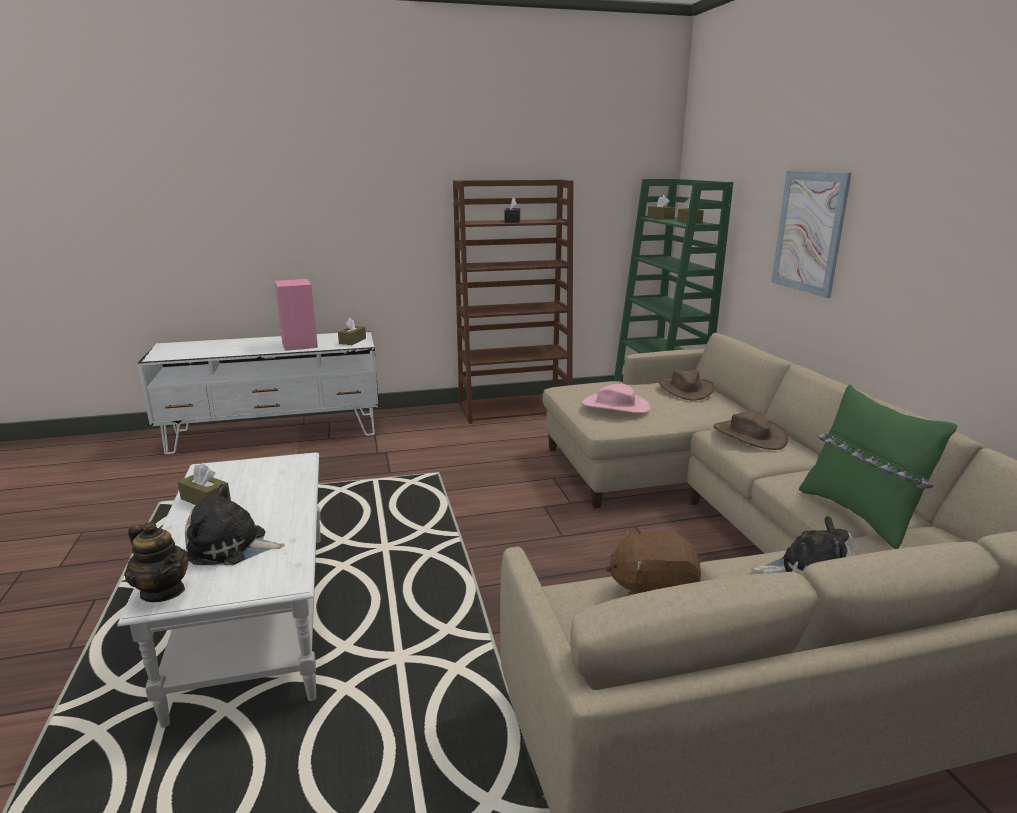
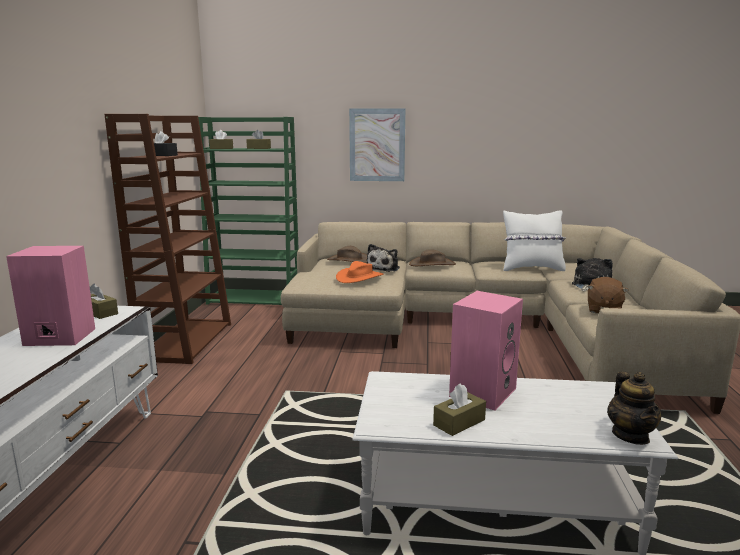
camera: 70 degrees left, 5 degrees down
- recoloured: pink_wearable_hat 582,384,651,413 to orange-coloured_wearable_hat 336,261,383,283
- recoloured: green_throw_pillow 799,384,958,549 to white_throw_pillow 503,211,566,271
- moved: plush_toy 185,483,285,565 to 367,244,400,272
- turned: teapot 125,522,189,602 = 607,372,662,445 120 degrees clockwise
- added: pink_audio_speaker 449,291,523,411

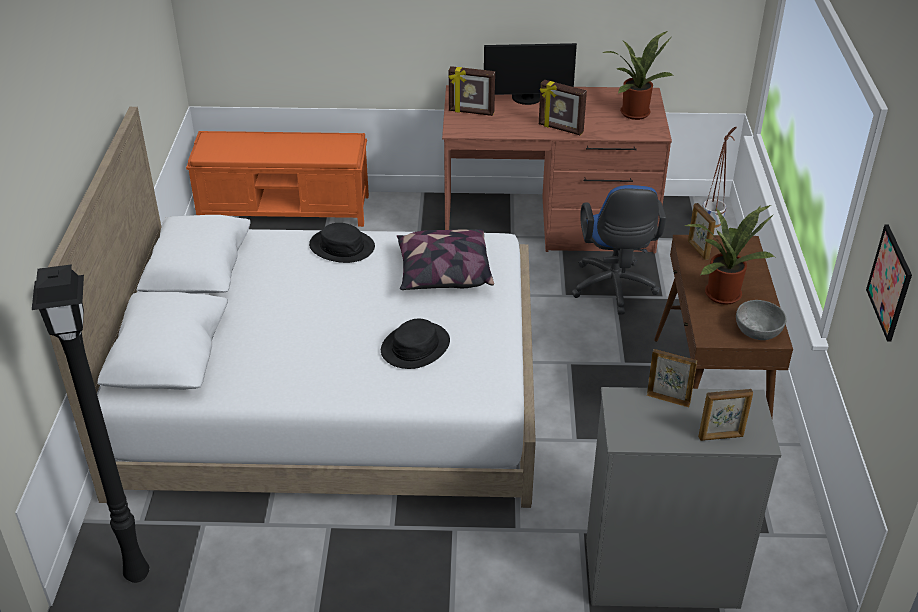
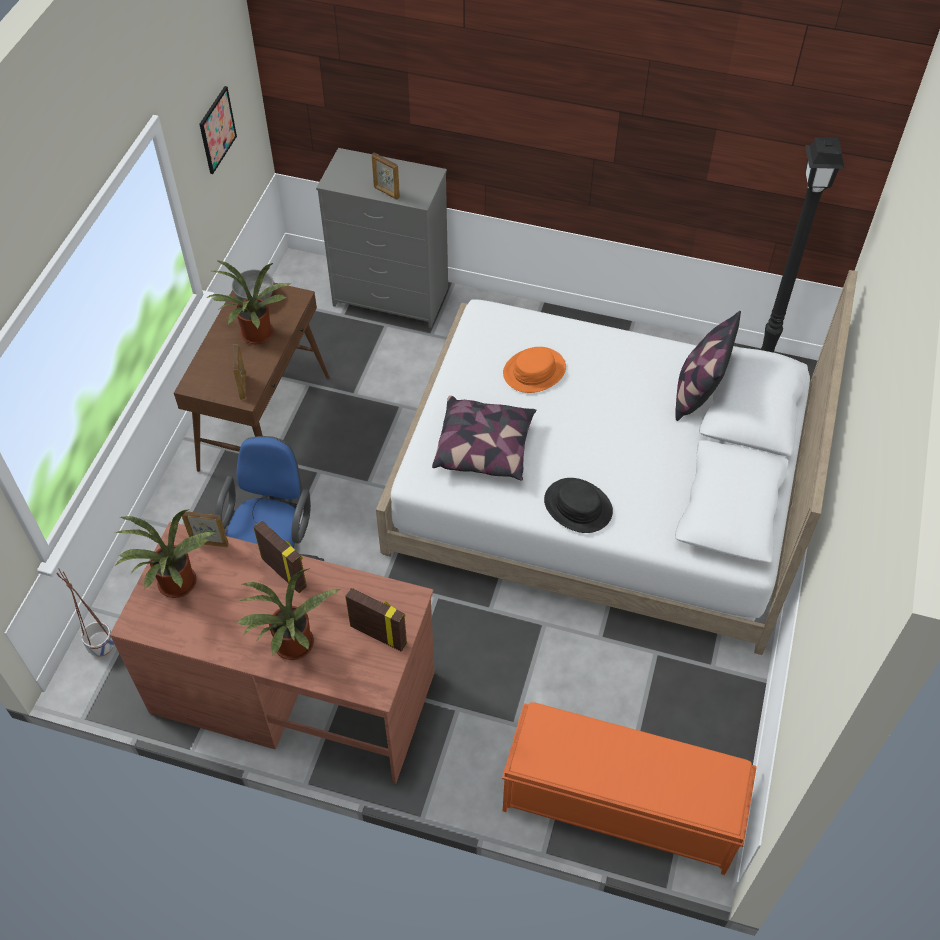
camera: 165 degrees left, 15 degrees up
- replaced: monitor 484,43,577,105 to houseplant 237,568,342,660
- recoloured: blackish_wearable_hat 381,319,450,369 to orange-coloured_wearable_hat 503,347,566,393
- moved: picture_frame 698,389,753,441 to 182,511,229,548
- added: throw_pillow 675,311,741,421

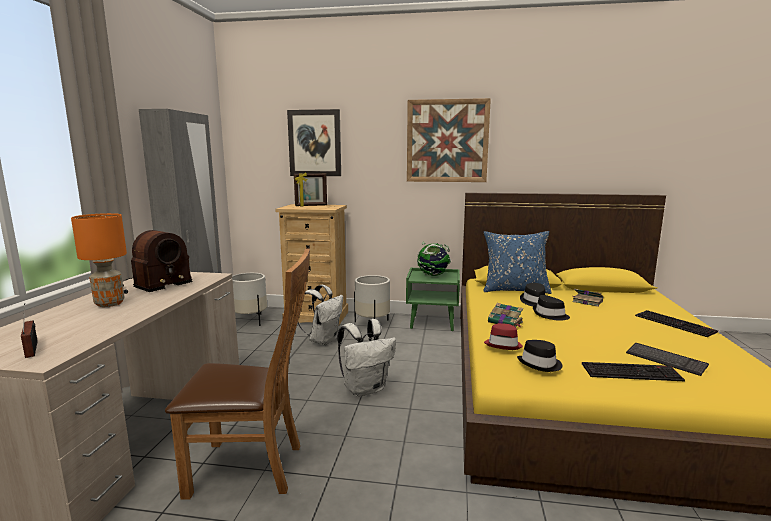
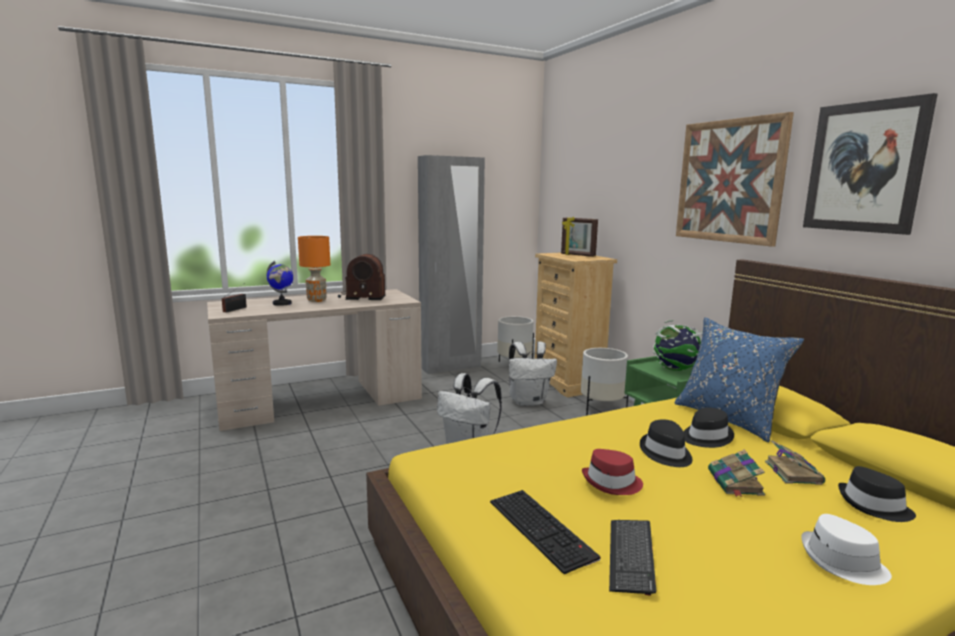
camera: 55 degrees right, 0 degrees up
- moved: picture 287,109,341,176 to 803,93,938,235
- removed: brownish_upright_chair 165,248,310,499
- moved: bound_book 488,303,523,327 to 708,450,765,497
- replaced: computer_keyboard 635,310,718,337 to white_wearable_hat 801,514,892,585
- moved: red_wearable_hat 484,323,523,350 to 582,449,643,495
- moved: blackish_wearable_hat 517,340,562,372 to 838,466,916,522
- added: globe 267,261,293,306

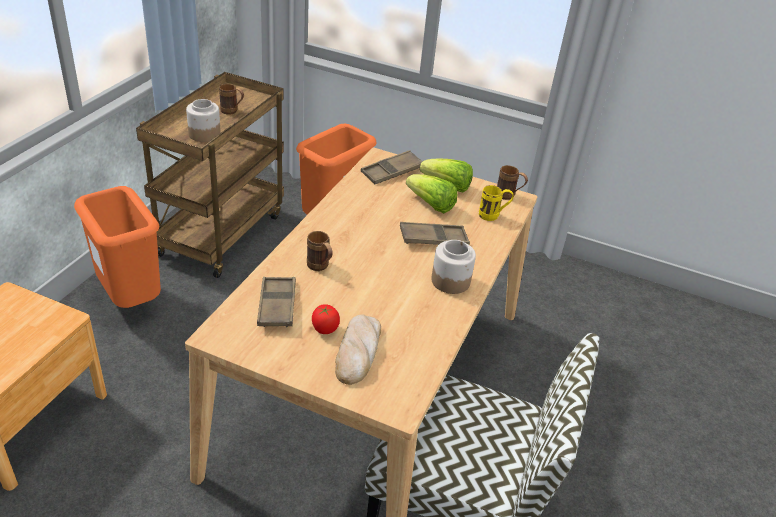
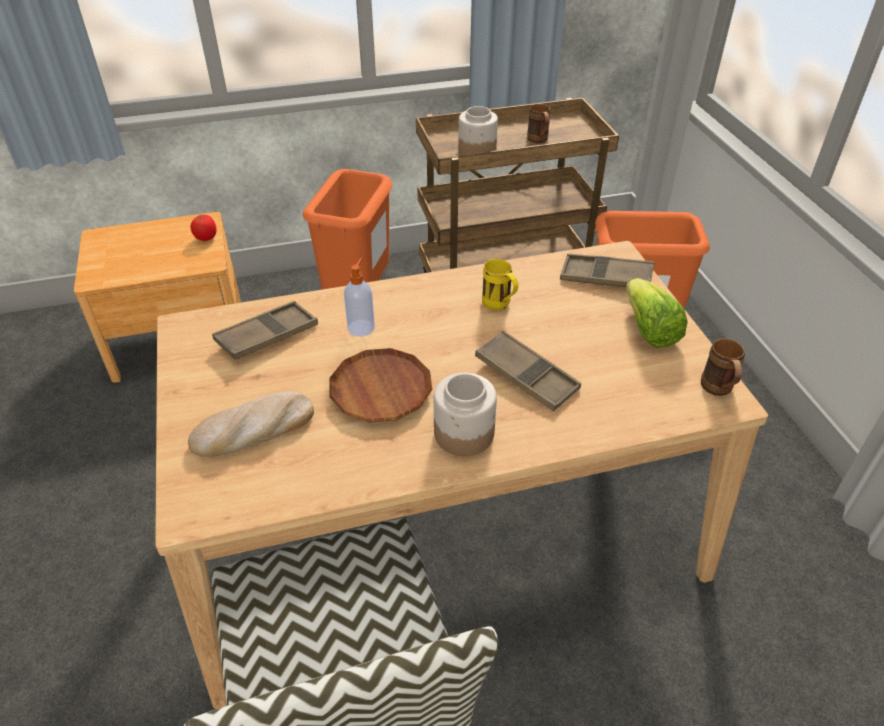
camera: 55 degrees right, 5 degrees up
- removed: head_of_lettuce 406,174,457,213
- moved: yellow_coffee_mug 479,185,514,221 to 482,259,518,311
- replaced: brownish_coffee_mug 307,231,333,271 to soap_dispenser 344,258,375,337
- moved: fresh_tomato 312,304,340,334 to 190,215,216,241
- added: brownish_flat_dish 329,348,432,423

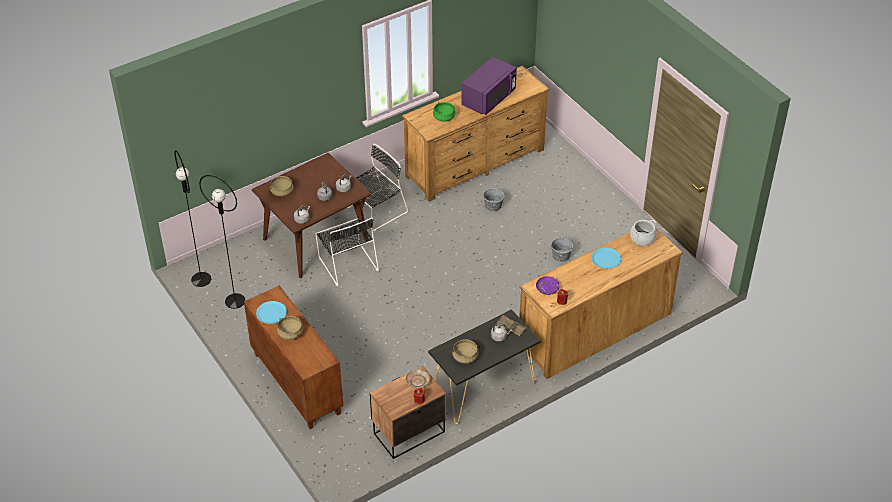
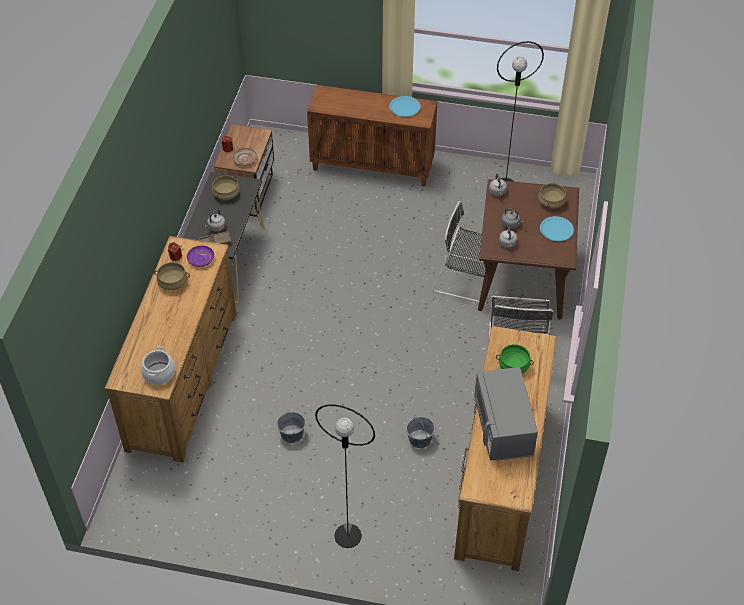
camera: 135 degrees right, 5 degrees up
- recoloured: purple_microwave_oven 461,57,517,115 to gray_microwave_oven 474,367,538,461
- moved: blackish_standing_lamp 174,150,211,287 to 315,405,375,548
- moved: bluish_flat_dish 591,247,621,269 to 540,216,574,241
- moved: sand-coloured_saucepot 277,316,303,340 to 154,262,190,290

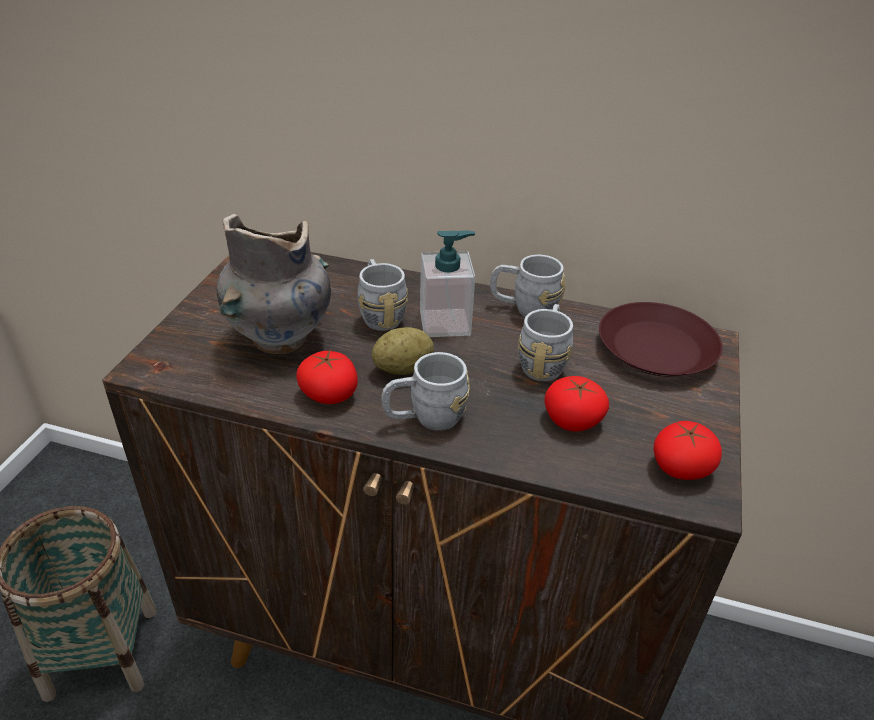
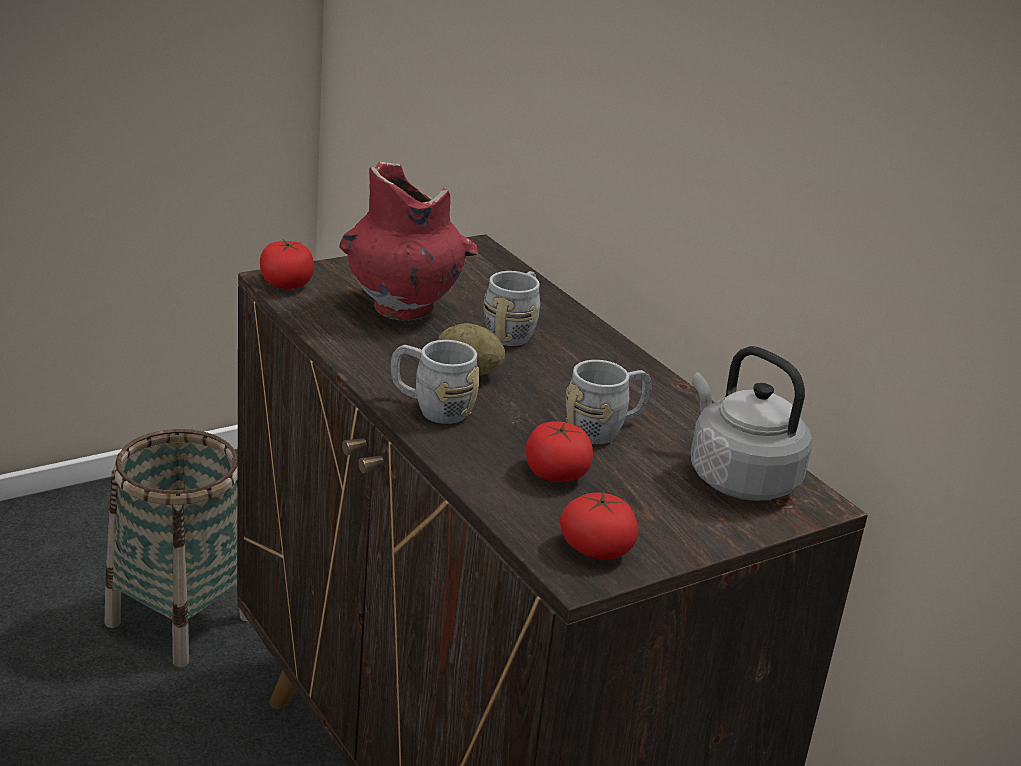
camera: 40 degrees right, 10 degrees down
- recoloured: gray_decorative_vase 216,214,331,354 to red_decorative_vase 339,161,478,320
- removed: soap_dispenser 420,230,475,337
- removed: gray_coffee_mug 490,255,565,317
- replaced: brownish_flat_dish 599,302,723,377 to gray_tea_kettle 691,346,812,501
- moved: fresh_tomato 296,350,358,404 to 260,240,314,289

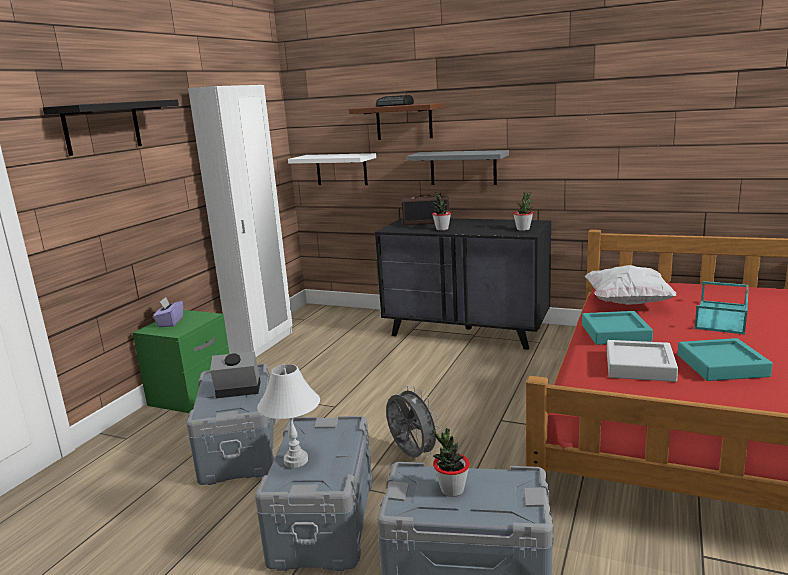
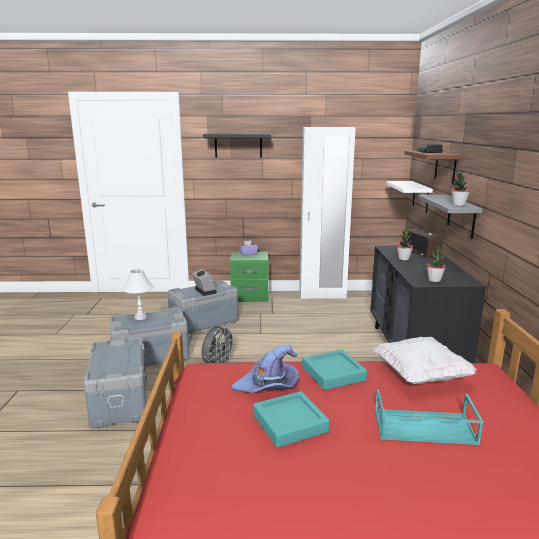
camera: 65 degrees right, 0 degrees up
- replaced: gray_carrying_tray 607,340,678,382 to purple_wearable_hat 231,345,299,393
- moved: houseplant 432,428,470,497 to 451,170,470,206

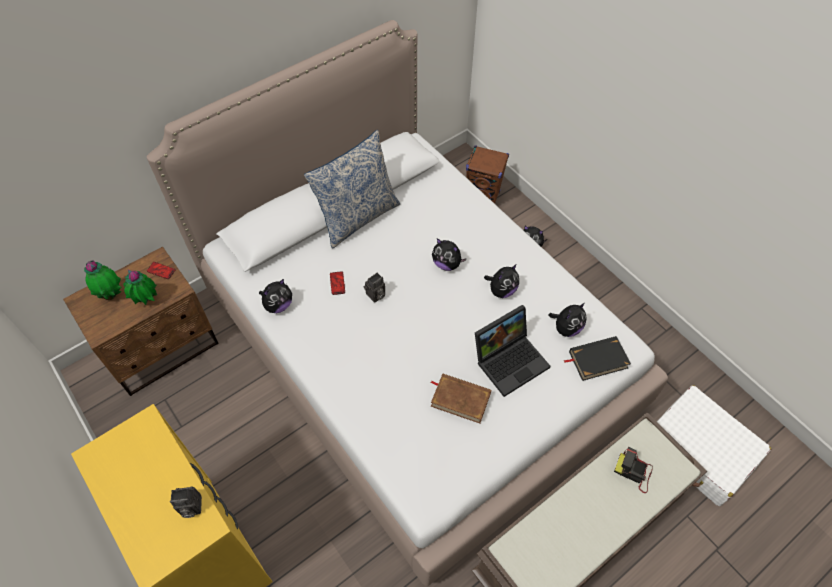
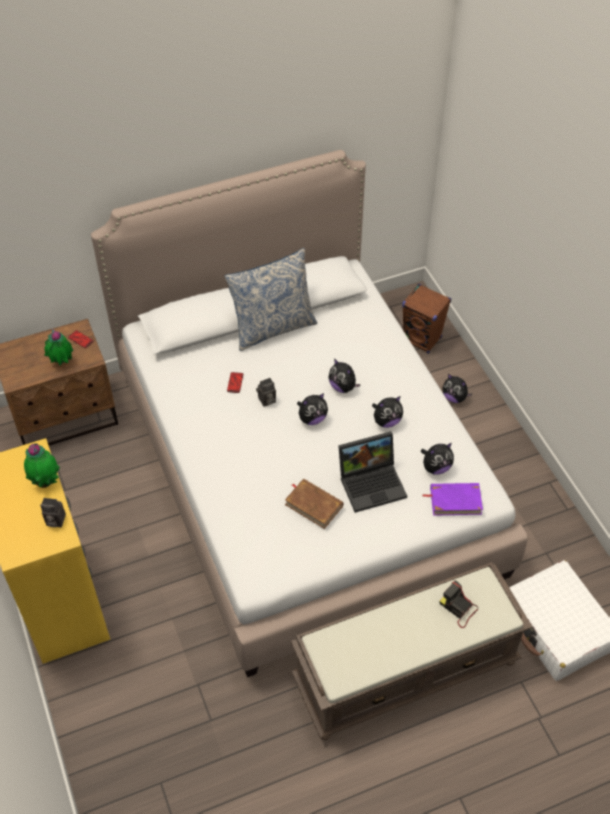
camera: 15 degrees right, 5 degrees down
- moved: houseplant 84,260,122,300 to 24,443,60,488
- moved: plush_toy 259,278,292,313 to 297,393,328,425
- recoloured: blackish_bound_book 564,336,631,381 to purple_bound_book 422,483,483,516

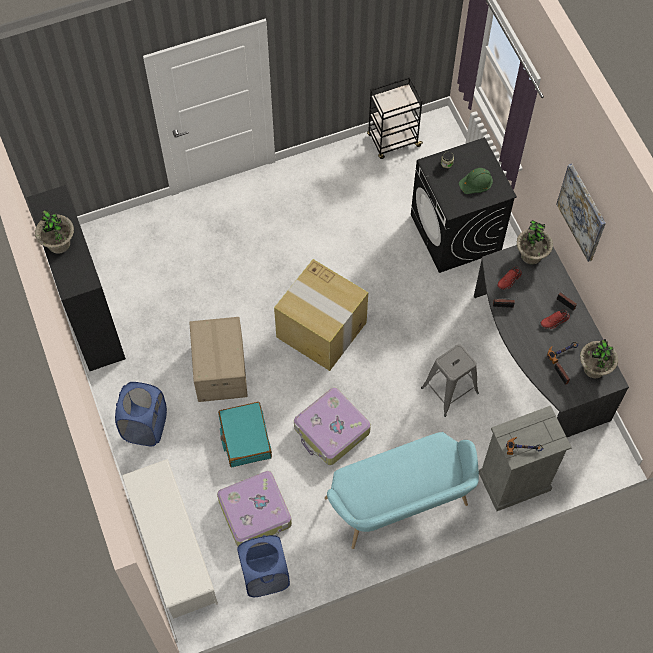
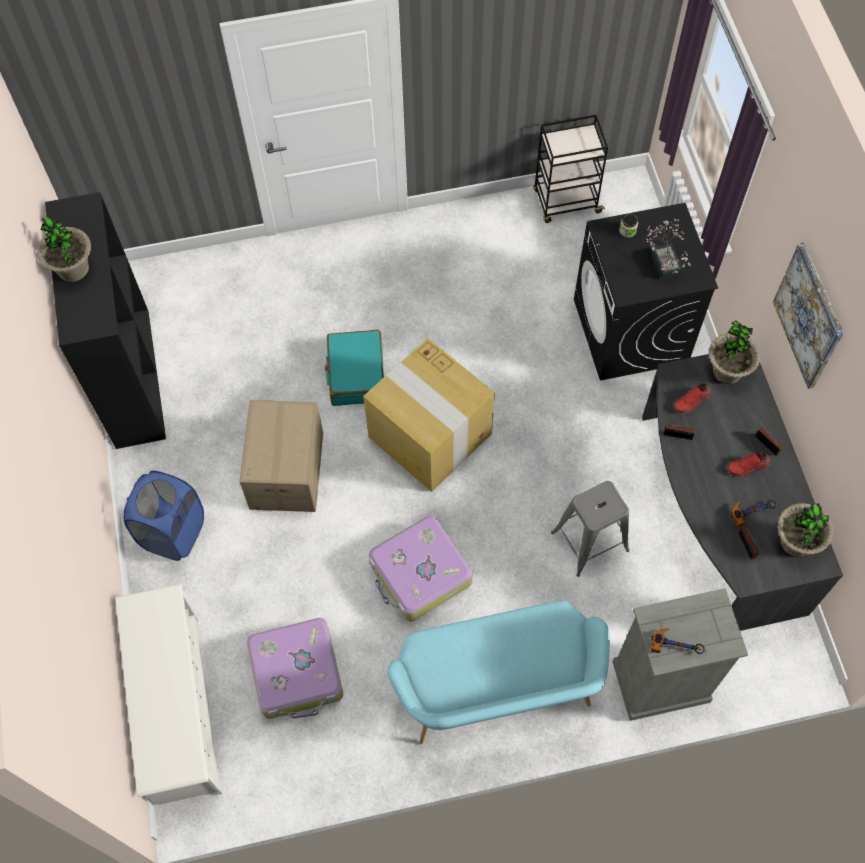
camera: 10 degrees right, 0 degrees up
- replaced: green_work_helmet 459,168,493,194 to houseplant 646,219,691,280
- moved: turquoise-coloured_piece_of_luggage 218,402,272,467 to 325,330,384,406
- removed: bluish_laundry_basket 237,535,290,597

